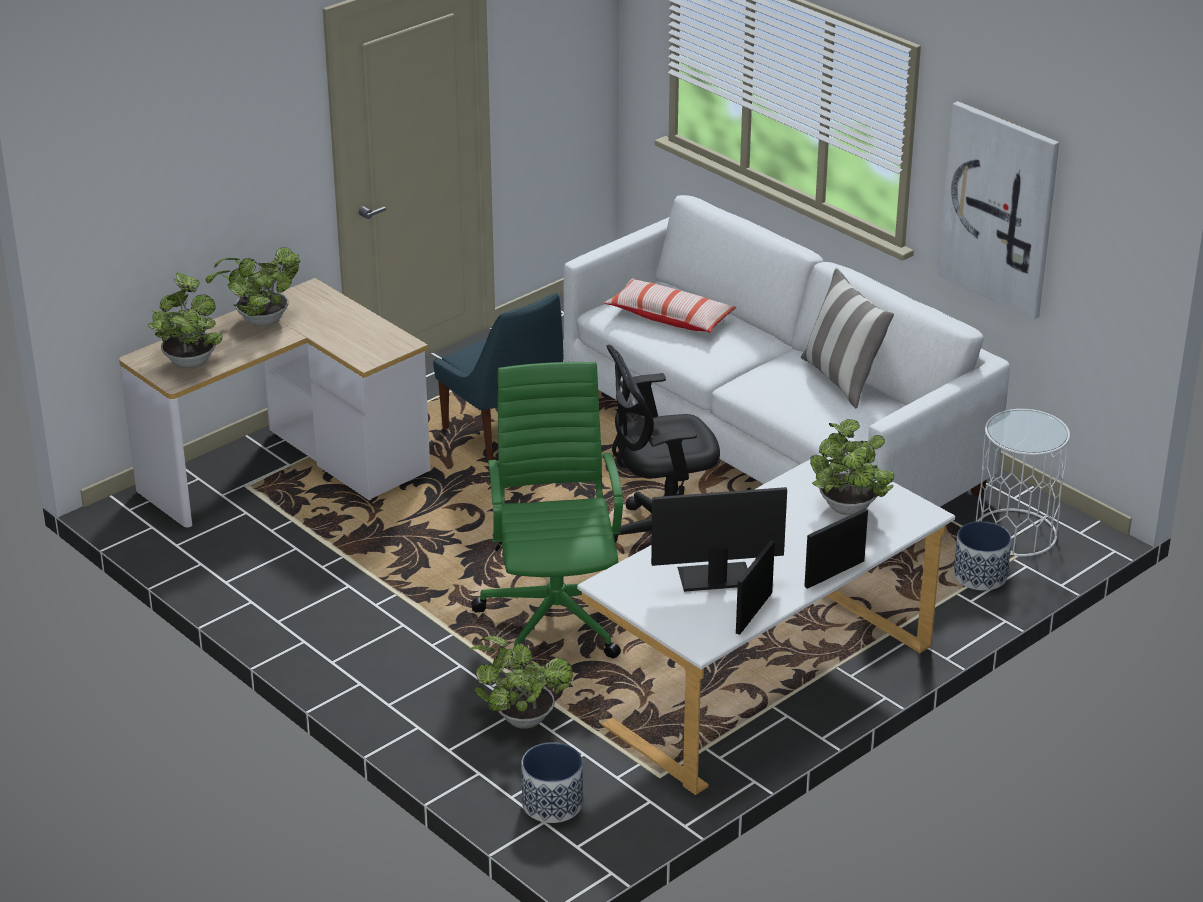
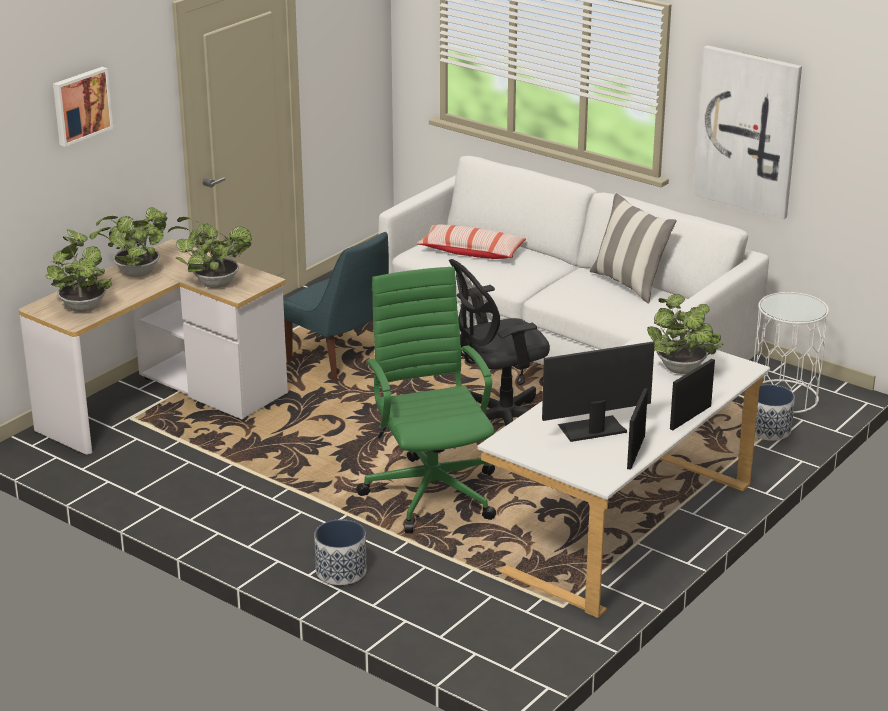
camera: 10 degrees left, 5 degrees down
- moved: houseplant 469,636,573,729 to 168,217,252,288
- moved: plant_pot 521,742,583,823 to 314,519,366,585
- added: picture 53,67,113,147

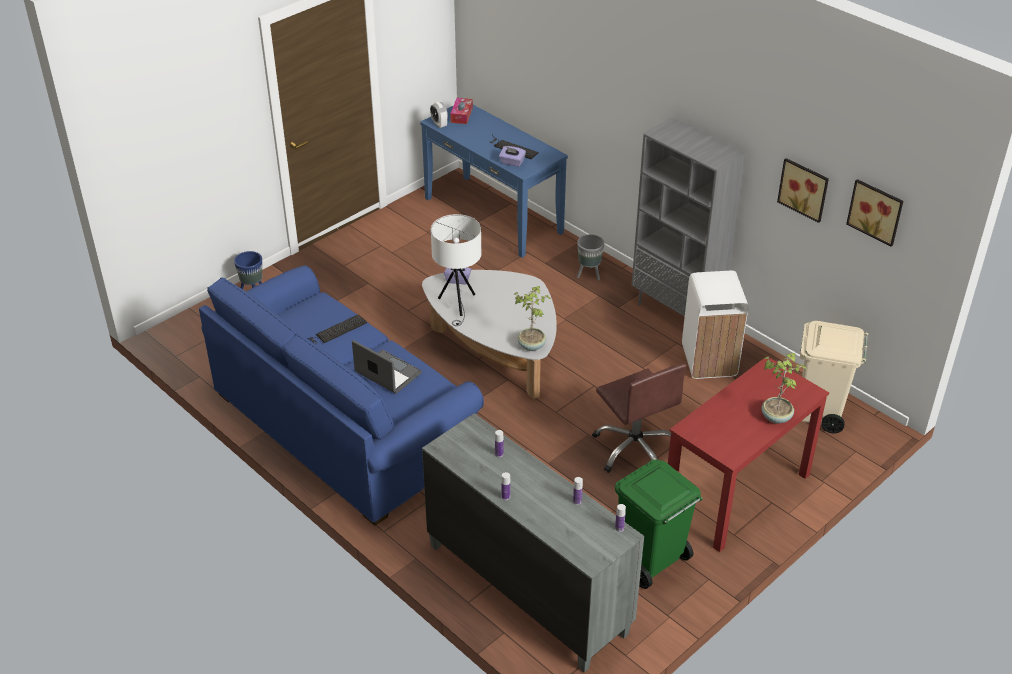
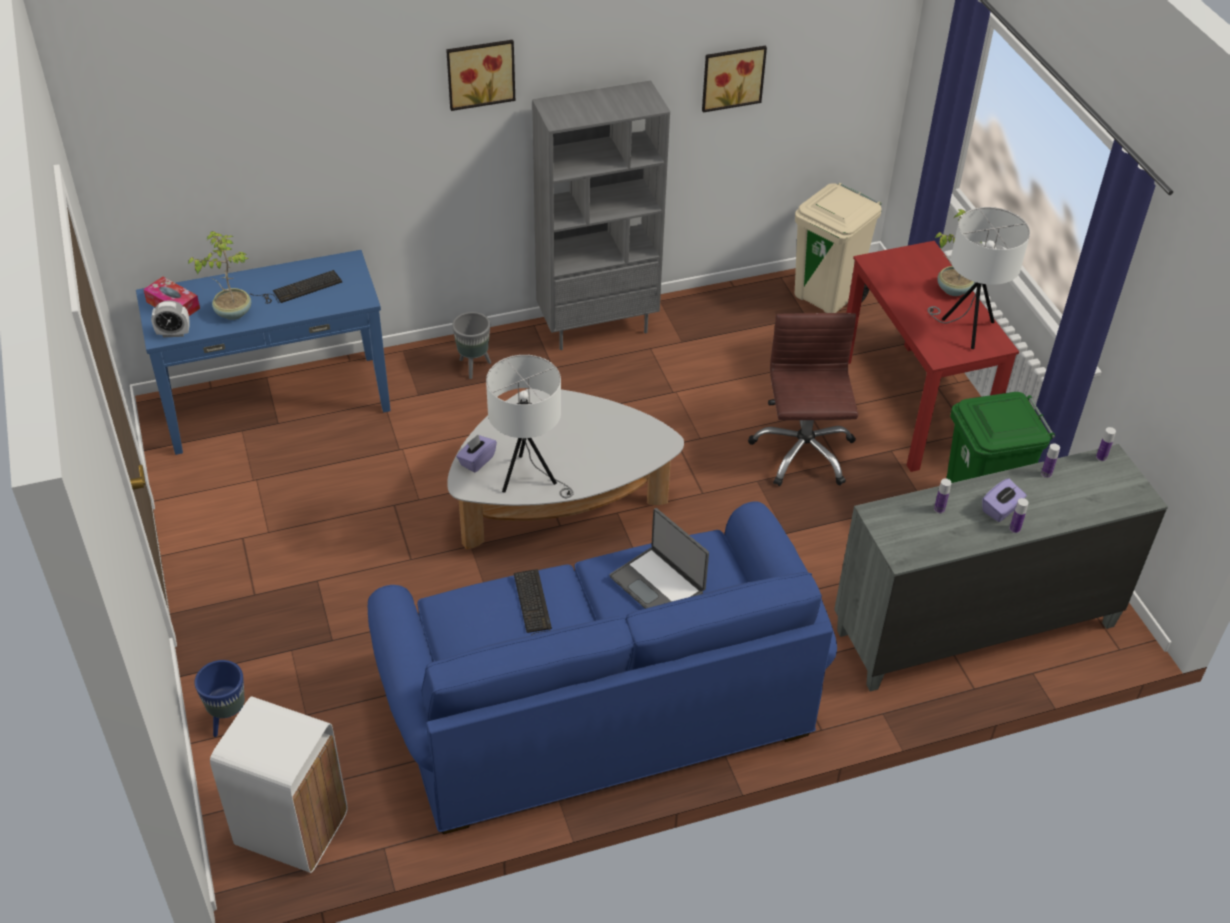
camera: 65 degrees left, 5 degrees up
- moved: purple_tissue_box 499,146,526,167 to 982,478,1027,522
- moved: picture 846,179,903,246 to 446,40,515,111
- moved: white_trash_can 682,271,748,379 to 210,696,348,873
- moved: houseplant 514,286,551,351 to 188,231,251,320
- turned: portable_computer 352,340,422,394 = 609,508,709,609 105 degrees counterclockwise
- turned: brownish_desk_chair 592,363,686,473 = 748,313,858,486 90 degrees counterclockwise
- added: white_lamp_for_a_table 927,207,1030,349

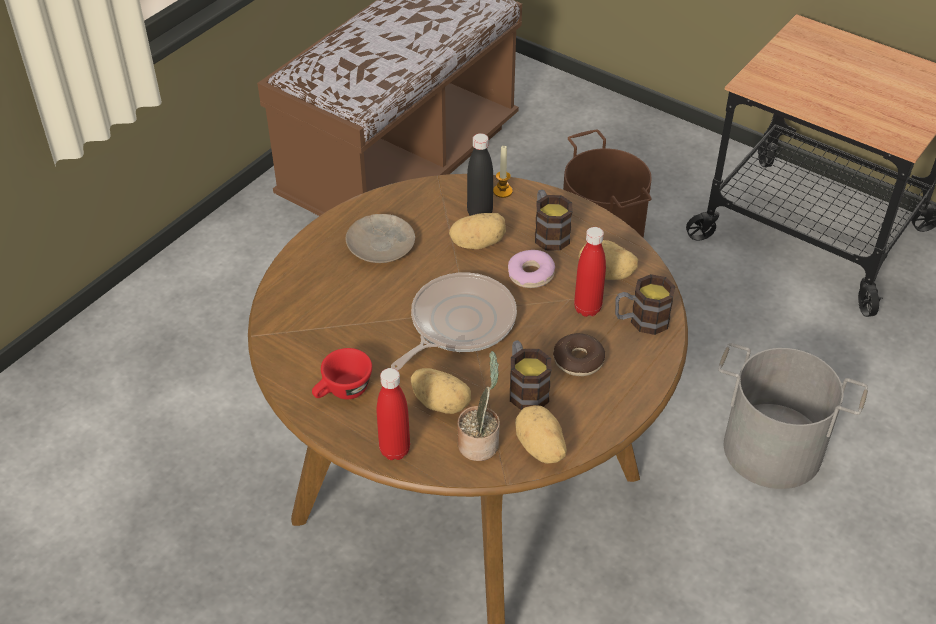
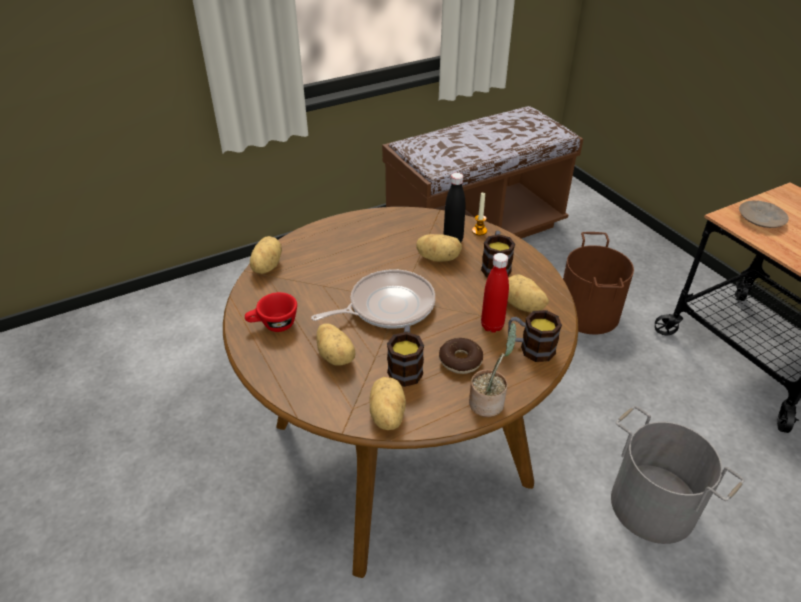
camera: 25 degrees right, 5 degrees down
- moved: sand-coloured_flat_dish 346,214,415,263 to 739,200,789,228
- removed: donut 508,250,555,288
- moved: houseplant 457,351,500,461 to 469,323,517,417
- removed: red_drink_bottle 377,368,410,460
- added: potato 250,236,282,274

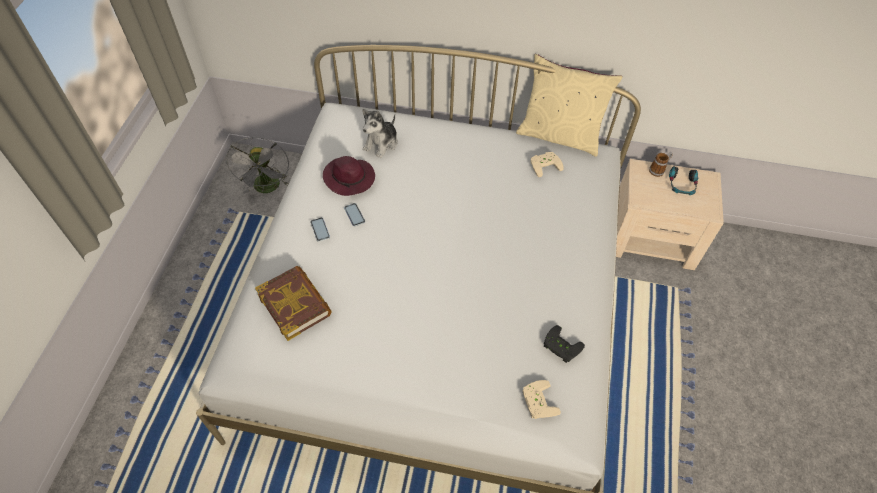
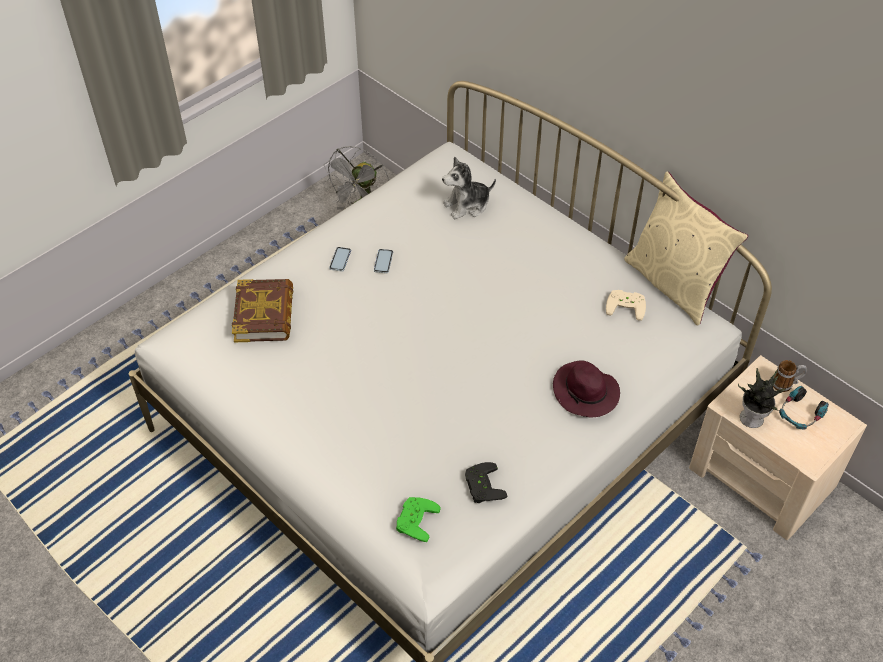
camera: 35 degrees right, 5 degrees down
- moved: purple_wearable_hat 323,156,375,196 to 553,360,620,417
- recoloured: sand-coloured_gamepad 522,380,561,419 to green_gamepad 396,497,441,542
- added: houseplant 738,368,785,428

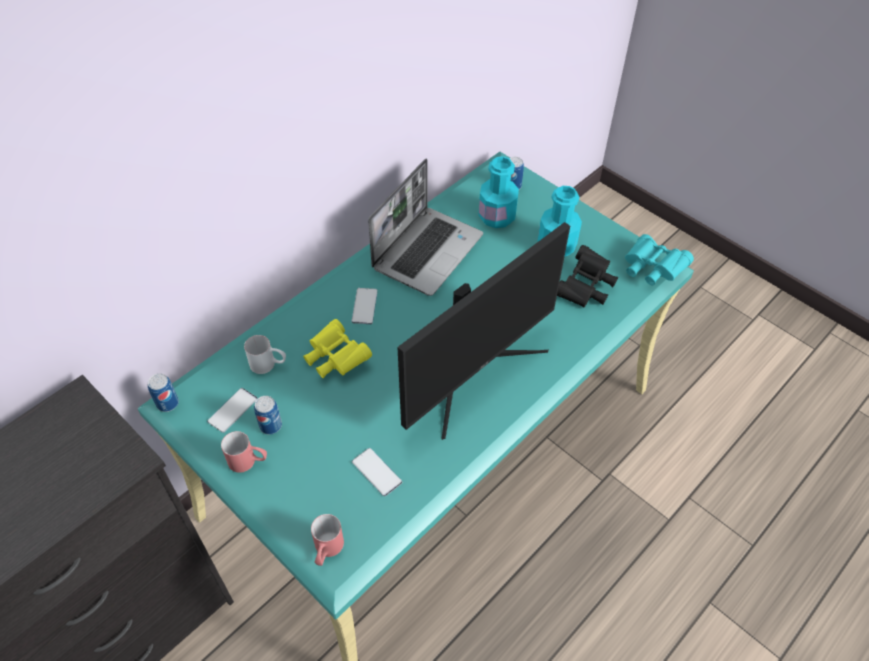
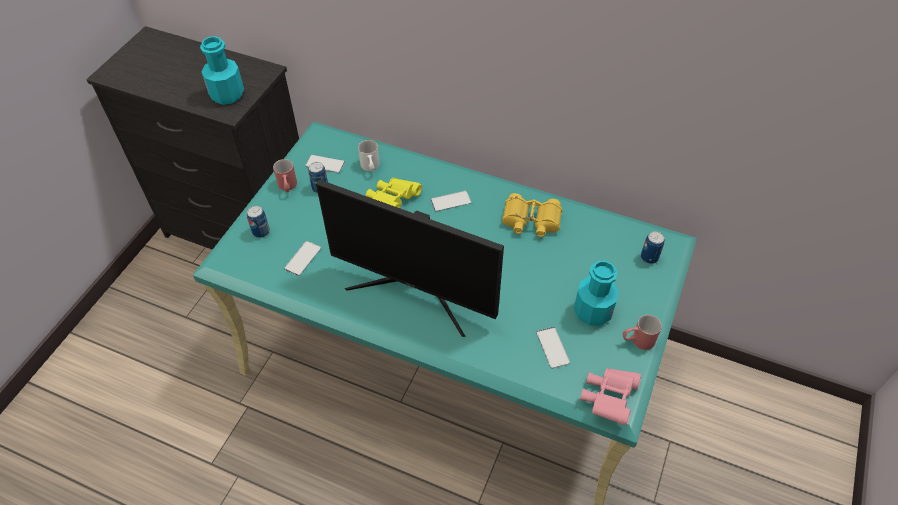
camera: 70 degrees right, 0 degrees up
- moved: turquoise-coloured_drink_bottle 478,156,519,228 to 200,36,244,105
- replaced: portable_computer 368,158,483,296 to yellow_pair_of_binoculars 502,193,562,237
- recoloured: turquoise-coloured_pair_of_binoculars 625,234,694,285 to pink_pair_of_binoculars 580,368,641,425
- replaced: blackish_pair_of_binoculars 557,245,618,308 to handset 536,327,570,368
- moved: sealed_can 148,373,179,412 to 247,206,270,238
- moved: red_coffee_mug 311,514,344,566 to 623,315,662,350

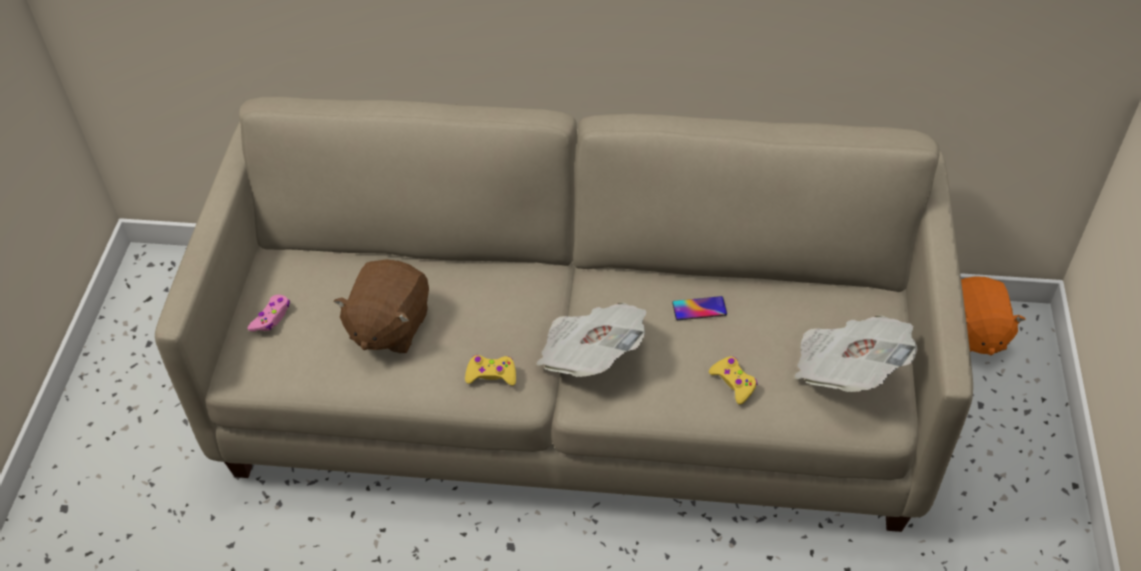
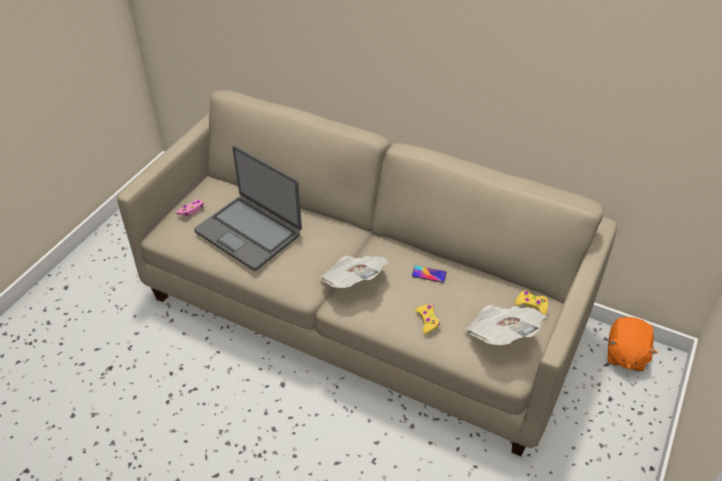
camera: 20 degrees right, 5 degrees down
- replaced: brownish_plush_toy 333,259,429,354 to portable_computer 194,146,302,271
- moved: yellow_gamepad 465,355,516,386 to 515,290,548,315

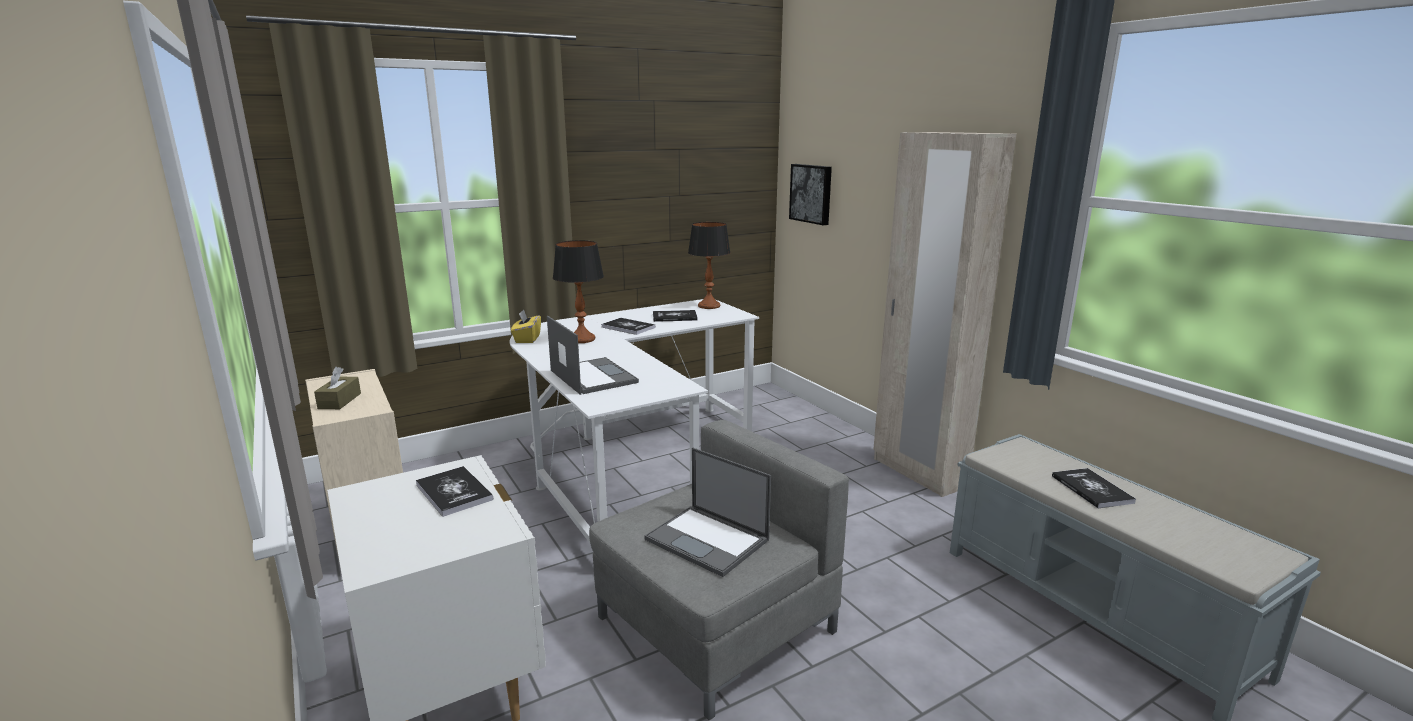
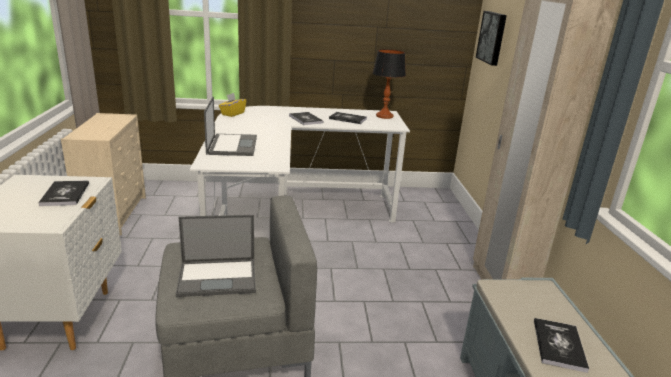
camera: 25 degrees right, 5 degrees up
- removed: lamp_for_a_table 553,240,604,343
- removed: brownish_tissue_box 314,367,361,409
- turned: portable_computer 644,447,771,577 = 176,215,256,297 75 degrees counterclockwise

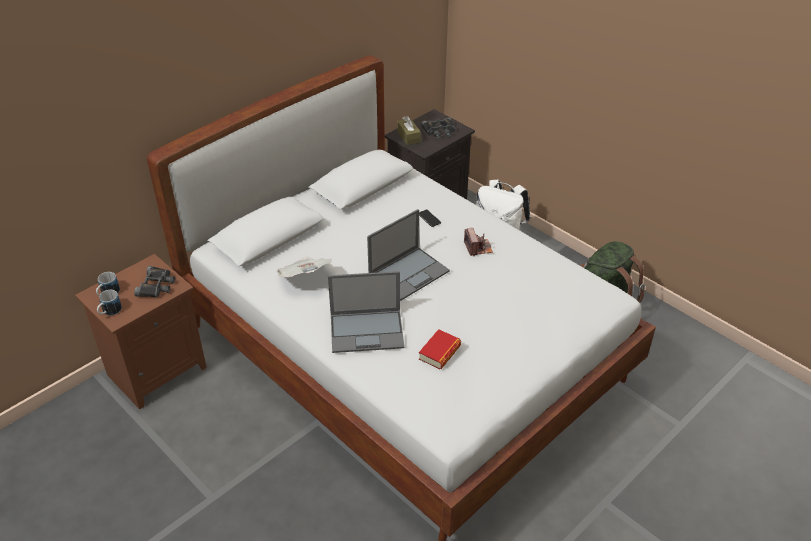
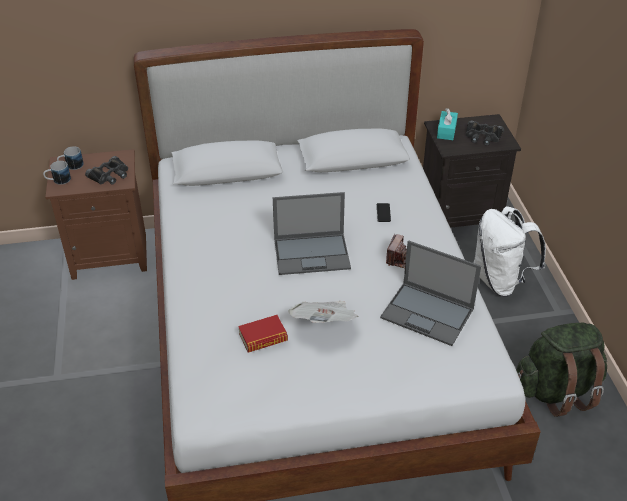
camera: 35 degrees right, 0 degrees up
- recoloured: brownish_tissue_box 397,116,421,145 to turquoise-coloured_tissue_box 437,108,458,140
- moved: newspaper 277,257,332,277 to 288,301,359,323
- moved: portable_computer 328,271,404,353 to 380,240,481,346

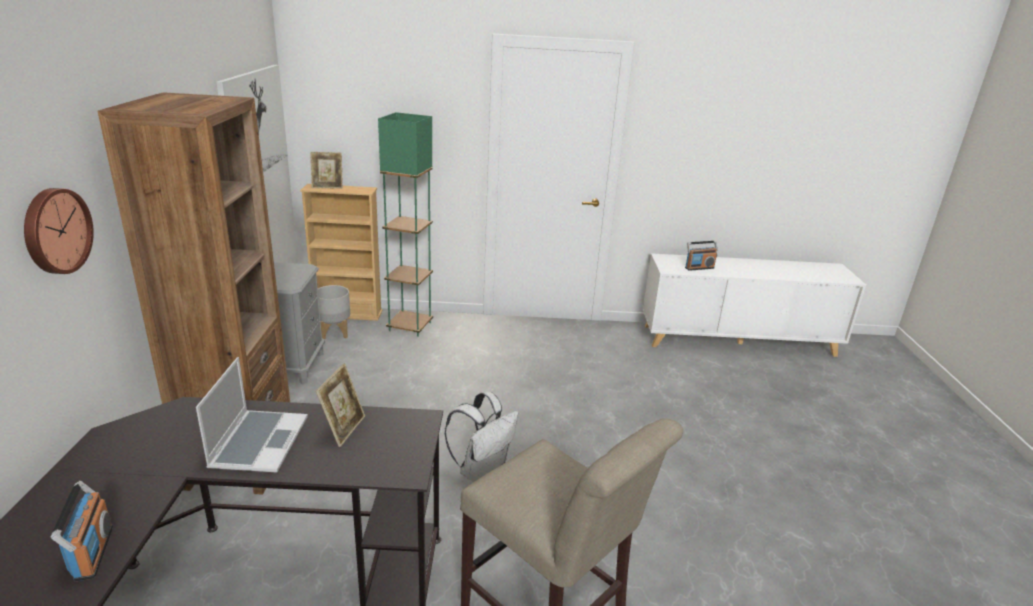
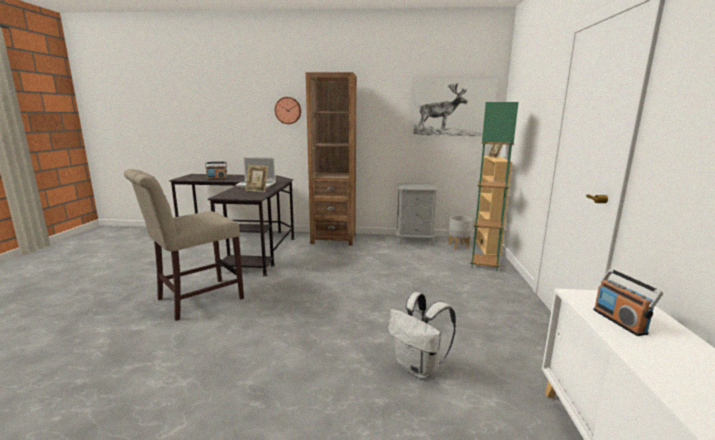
camera: 95 degrees right, 10 degrees down
- moved: white_rucksack 445,391,519,482 to 388,292,456,379

